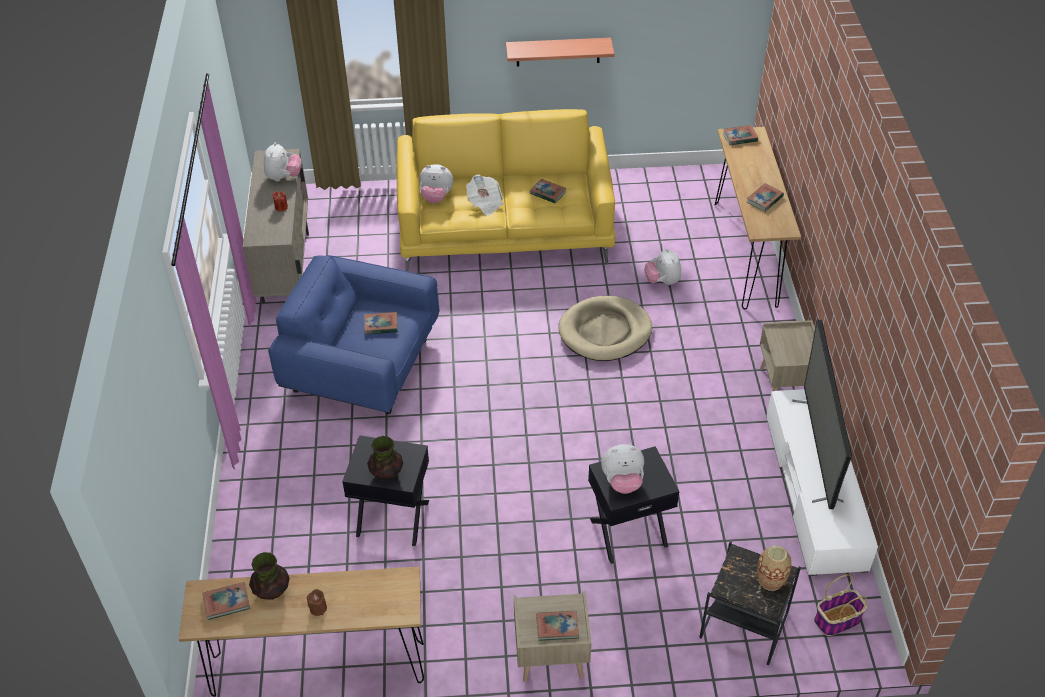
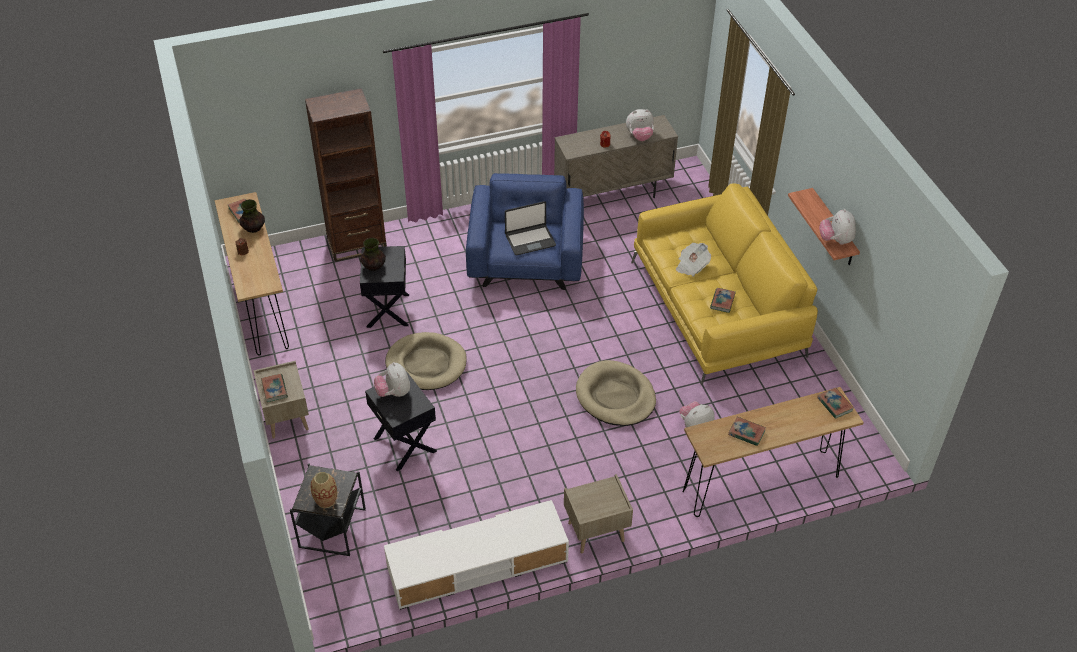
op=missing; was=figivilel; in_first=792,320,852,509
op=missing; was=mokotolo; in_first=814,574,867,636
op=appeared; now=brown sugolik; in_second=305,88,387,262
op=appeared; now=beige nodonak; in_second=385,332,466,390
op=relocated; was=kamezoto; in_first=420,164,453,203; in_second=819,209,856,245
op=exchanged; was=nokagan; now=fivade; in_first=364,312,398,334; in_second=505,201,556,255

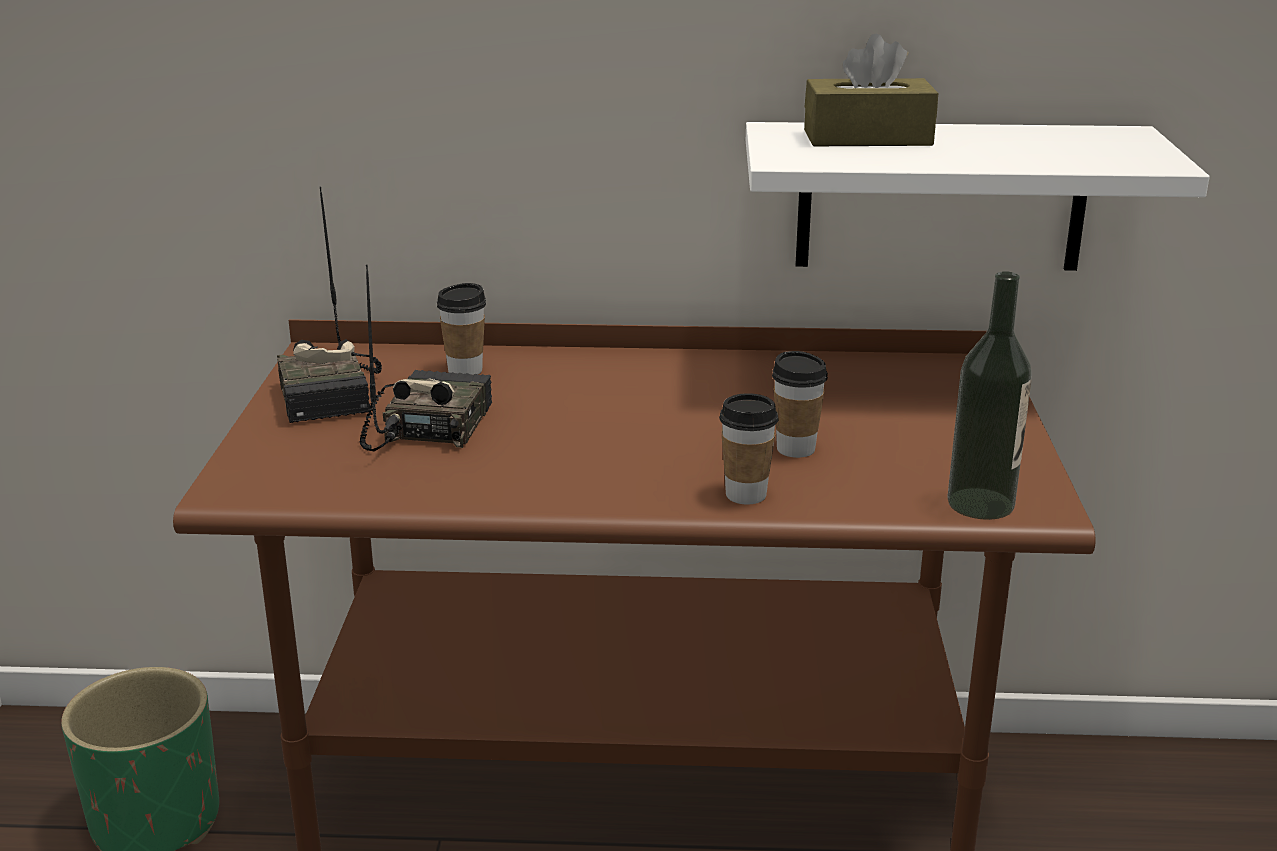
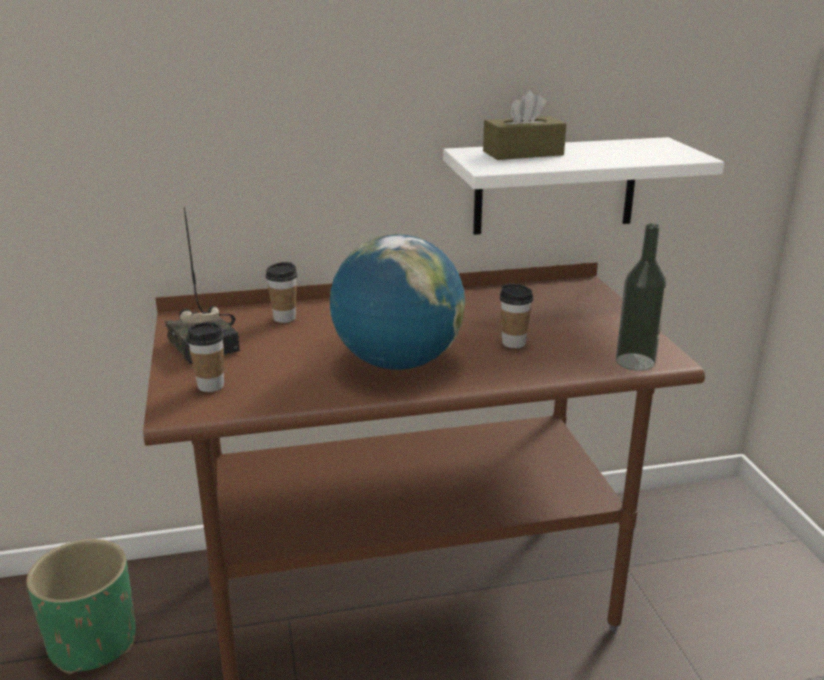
op=missing; was=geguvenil; in_first=360,264,492,451
op=appeared; now=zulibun; in_second=330,234,465,370
op=relocated; was=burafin; in_first=719,393,778,505; in_second=186,322,224,392

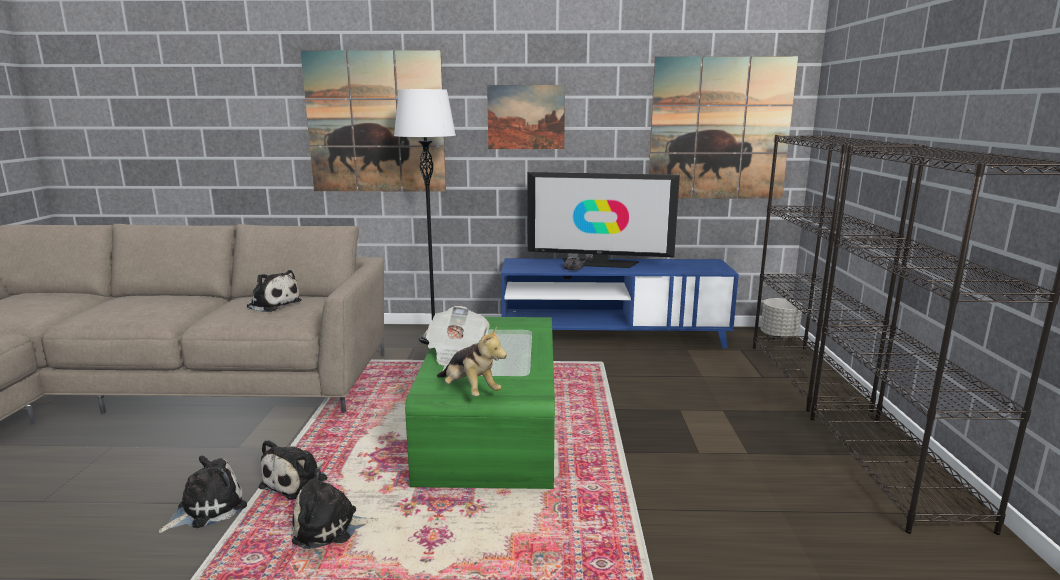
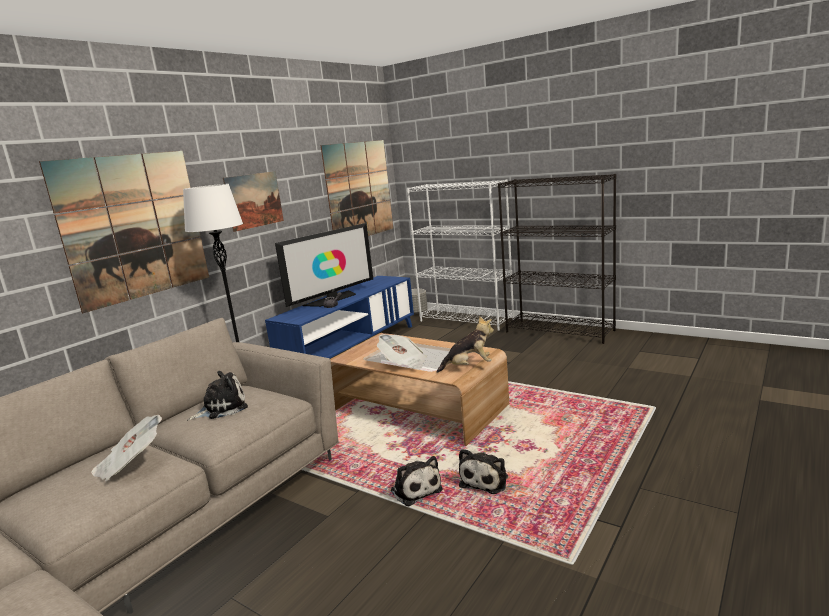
op=missing; was=kamezoto; in_first=159,456,247,533
op=appeared; now=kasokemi; in_second=91,415,162,481
op=colour; was=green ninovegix; now=brown ninovegix; in_first=405,317,555,489; in_second=330,333,509,446
op=colour; was=black sugolik; now=white sugolik; in_first=753,135,919,412; in_second=407,180,514,331

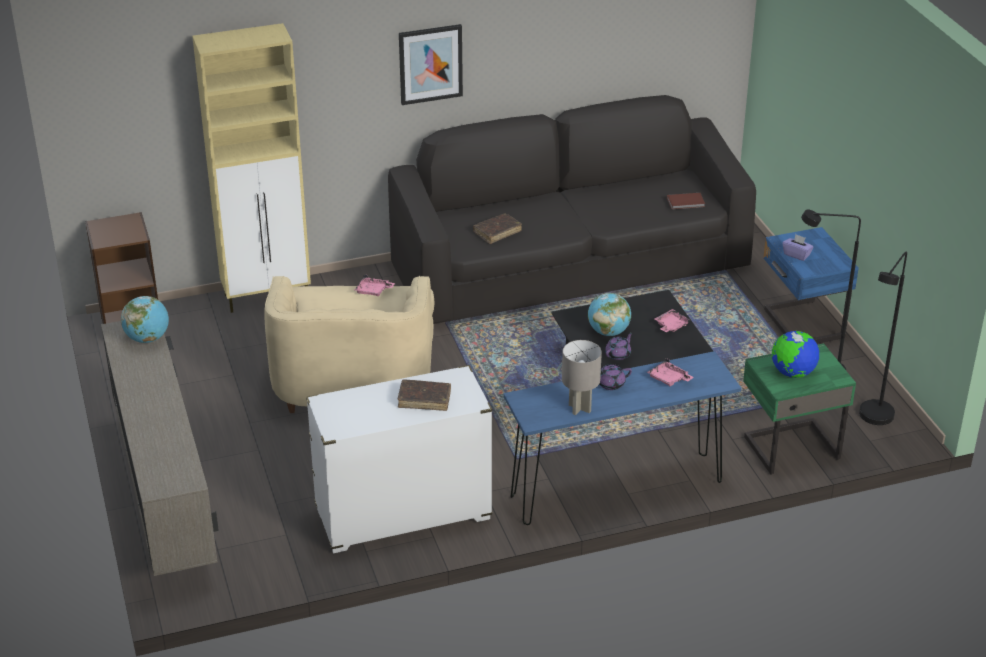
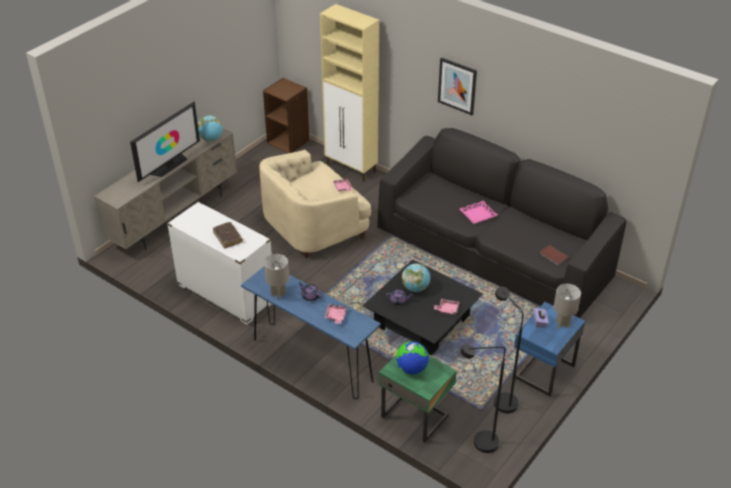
op=missing; was=brown nokagan; in_first=473,213,522,244
op=appeared; now=figivilel; in_second=130,102,200,182
op=appeared; now=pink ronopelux; in_second=460,200,498,224
op=appeared; now=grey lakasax; in_second=554,284,581,329

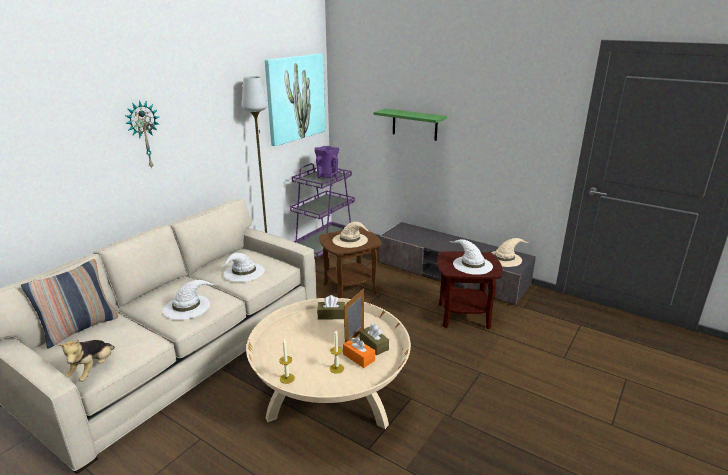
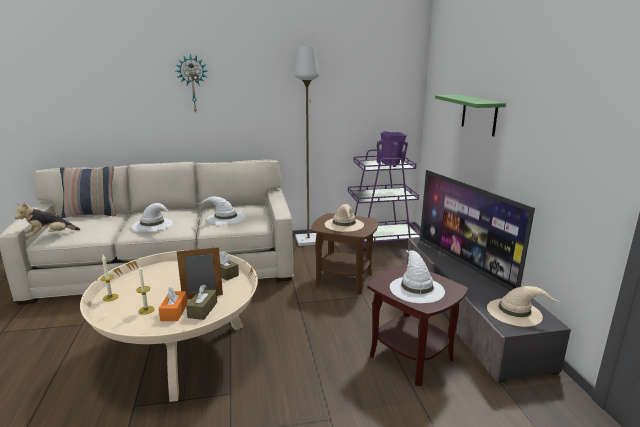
op=missing; was=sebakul; in_first=265,54,326,146
op=appeared; now=figivilel; in_second=420,170,535,291

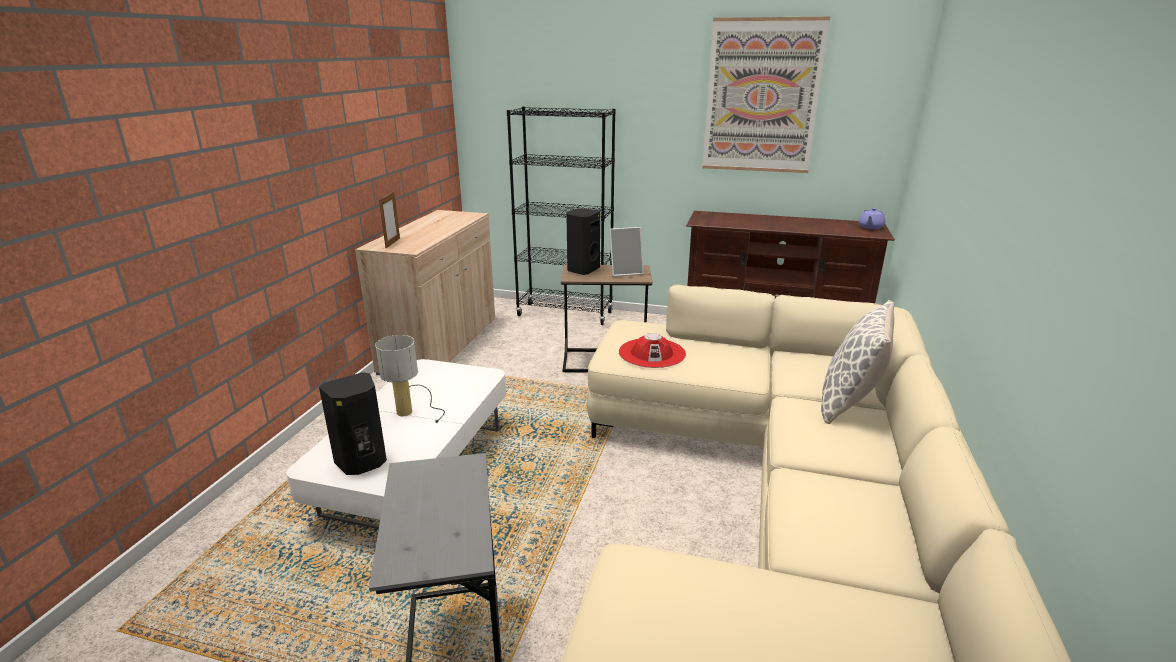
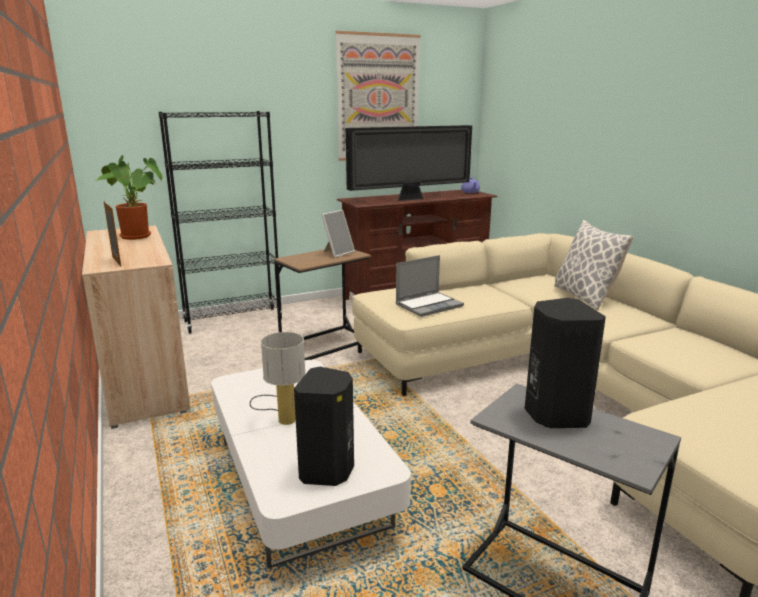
op=appeared; now=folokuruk; in_second=95,156,163,240
op=appeared; now=figivilel; in_second=346,125,472,201
op=relocated; was=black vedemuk; in_first=566,209,600,275; in_second=525,298,606,428
op=exchanged; was=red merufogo; now=fivade; in_first=619,333,686,368; in_second=396,255,464,317

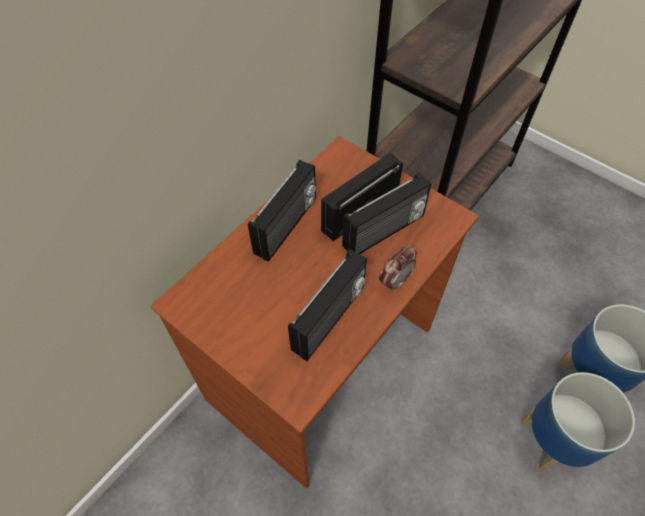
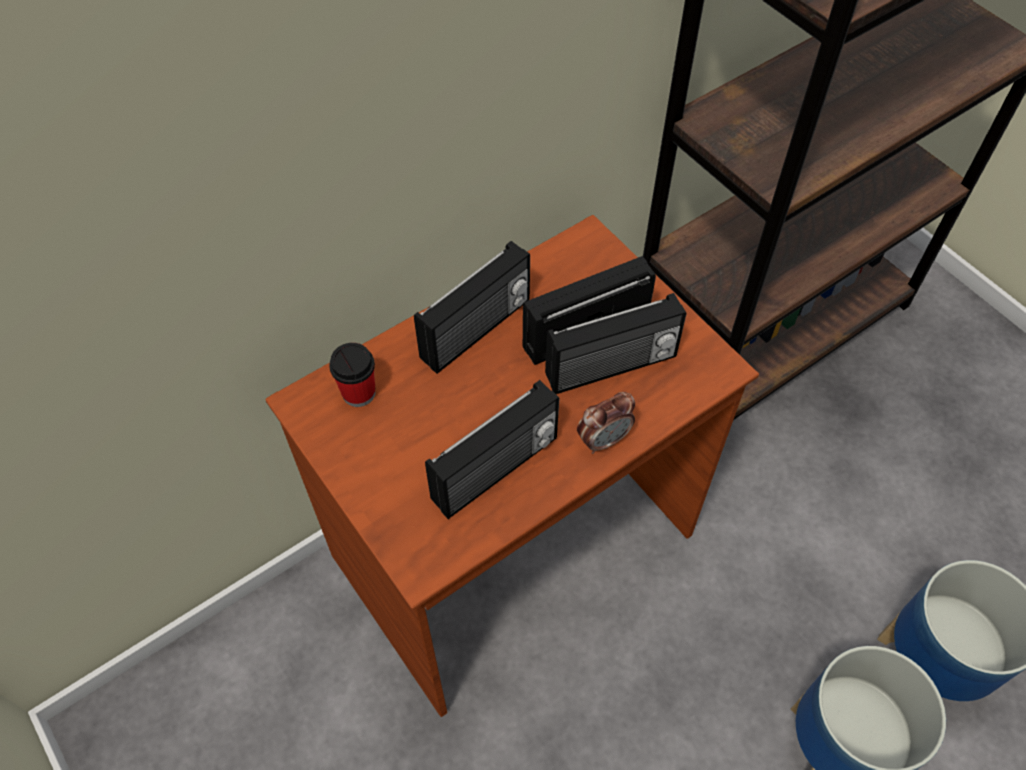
op=appeared; now=burafin; in_second=329,343,375,407

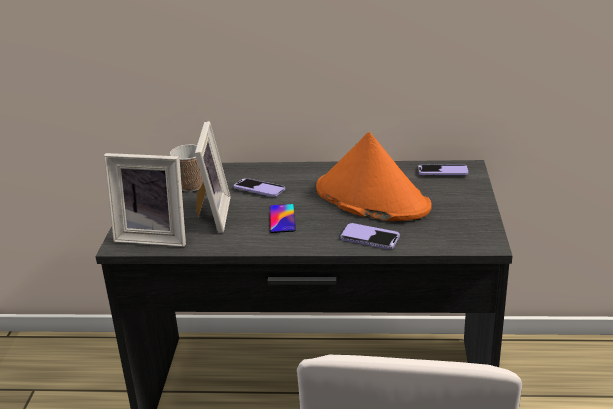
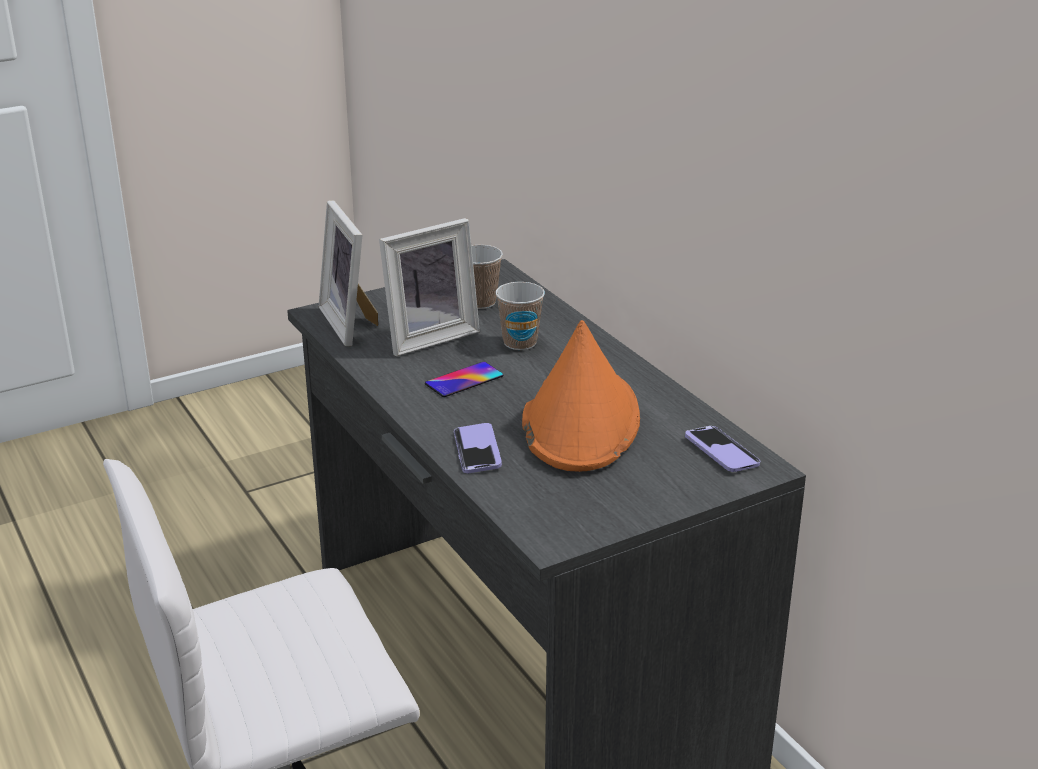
op=exchanged; was=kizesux; now=burafin; in_first=234,178,285,197; in_second=495,282,545,350

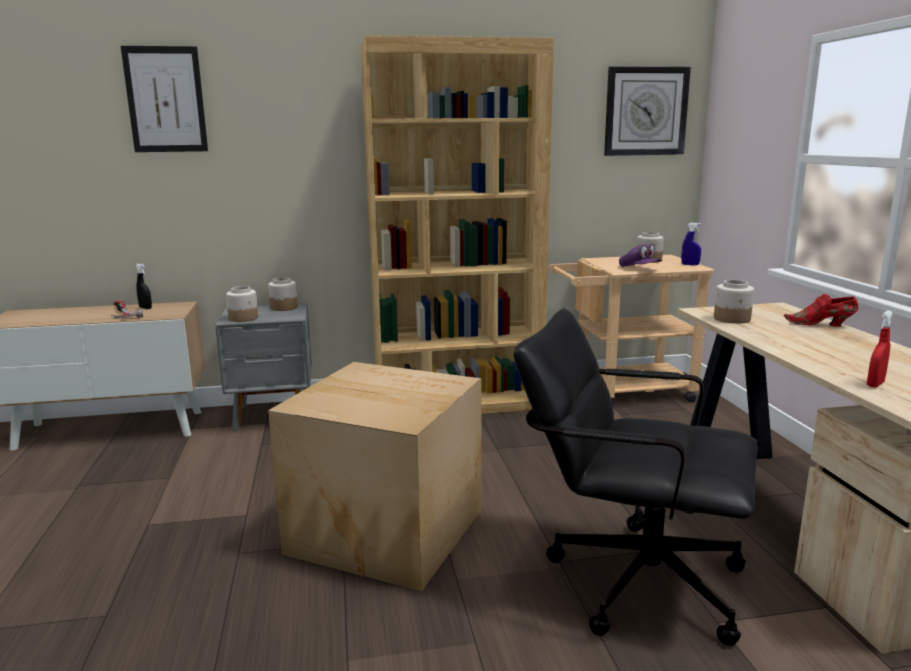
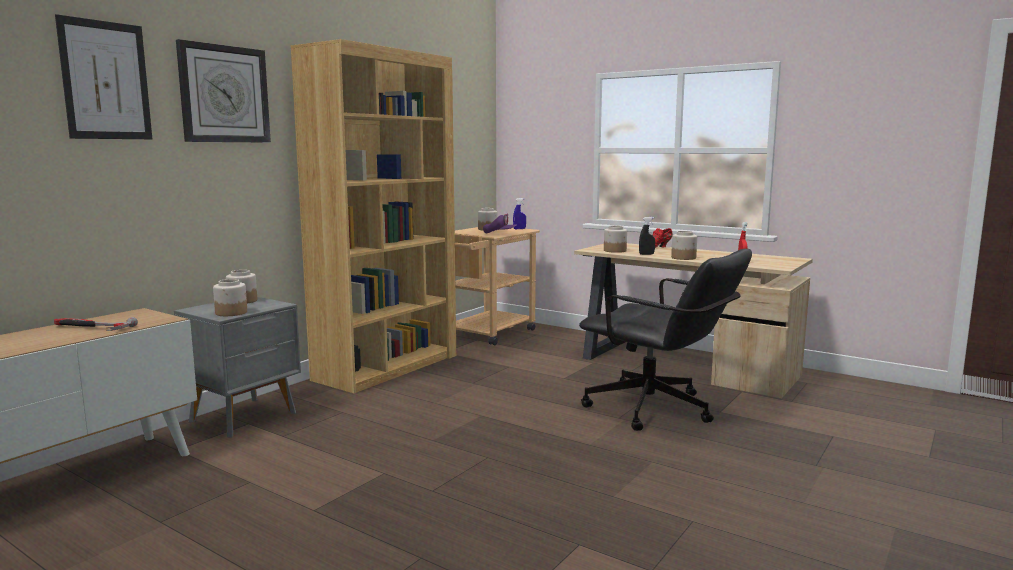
op=missing; was=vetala; in_first=268,362,481,591
op=appeared; now=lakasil; in_second=671,231,697,260
op=relocated; was=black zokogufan; in_first=136,264,152,309; in_second=639,217,655,255
op=relocated; was=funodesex; in_first=604,66,691,156; in_second=176,39,271,143
op=spun; was=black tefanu; in_first=514,308,758,646; in_second=579,249,752,431; clockwise=-120

